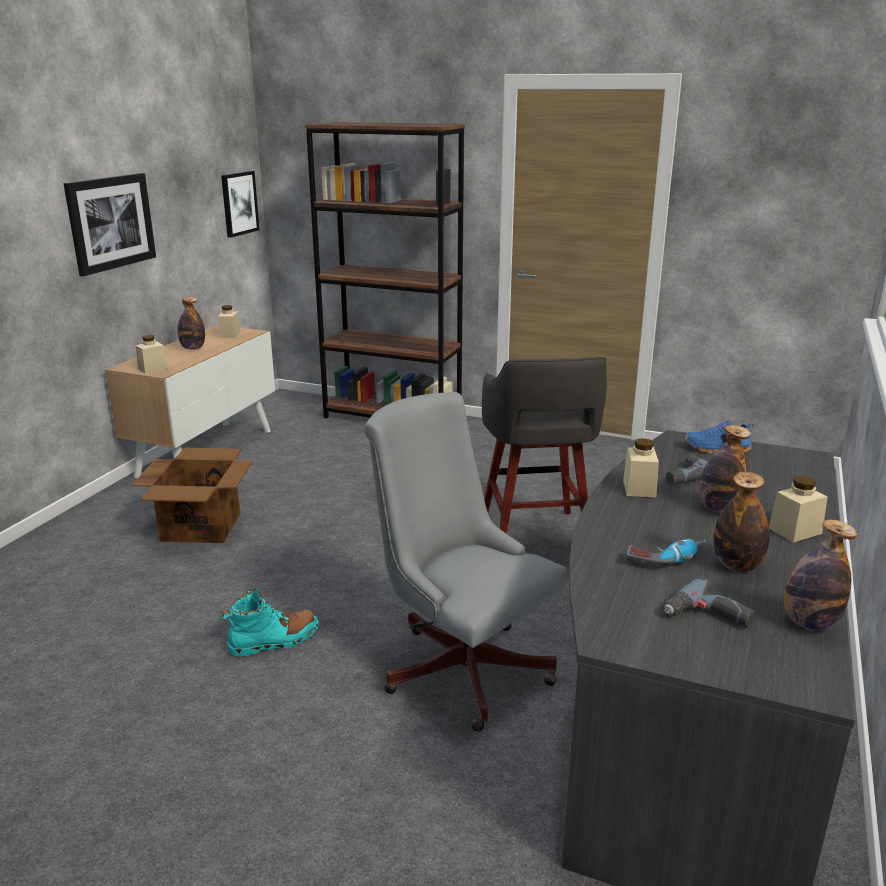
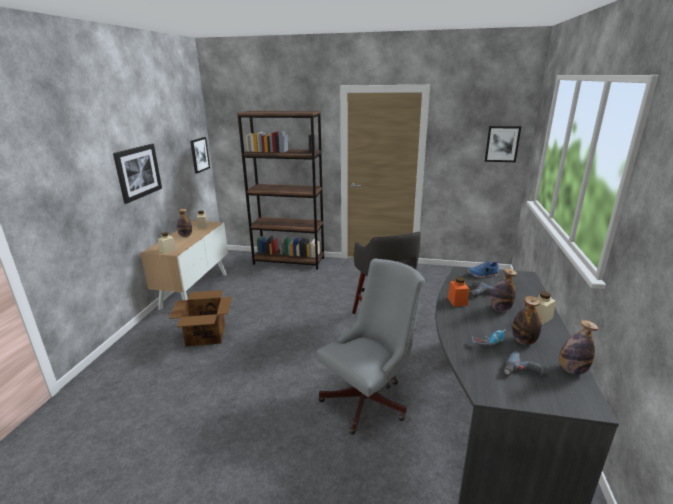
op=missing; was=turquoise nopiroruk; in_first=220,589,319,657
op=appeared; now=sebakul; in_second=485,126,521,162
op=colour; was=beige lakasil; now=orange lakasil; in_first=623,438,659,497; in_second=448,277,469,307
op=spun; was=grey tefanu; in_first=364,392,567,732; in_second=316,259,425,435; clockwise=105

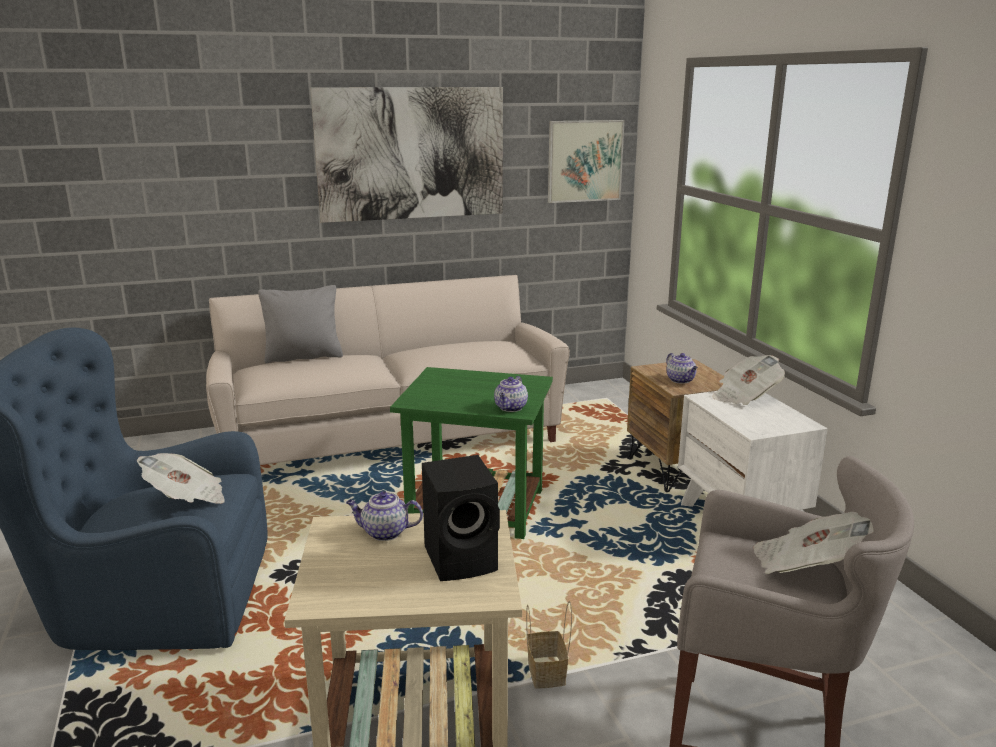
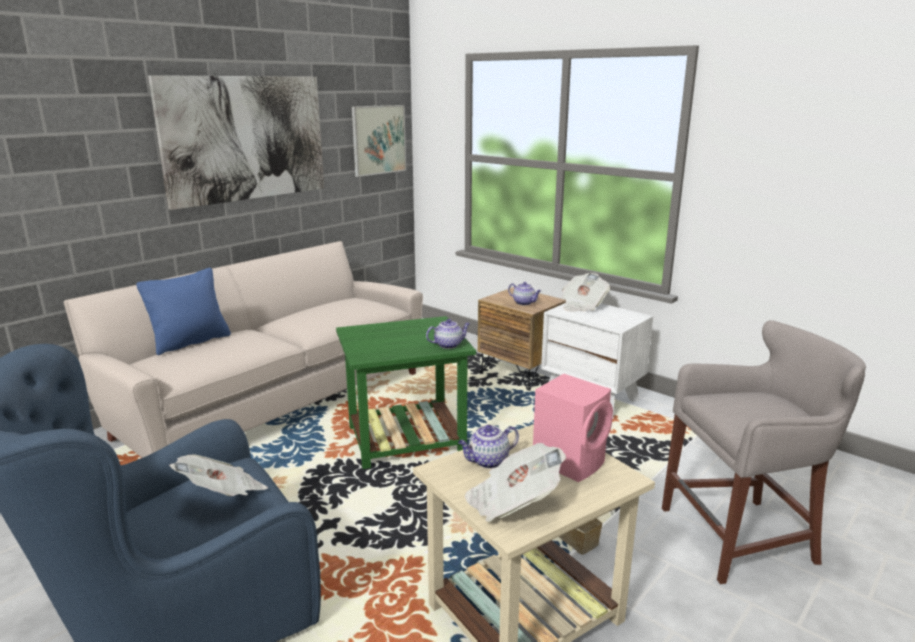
op=relocated; was=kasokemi; in_first=753,512,874,574; in_second=464,443,566,522
op=colour; was=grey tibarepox; now=blue tibarepox; in_first=258,285,343,364; in_second=136,268,231,355
op=colour; was=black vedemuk; now=pink vedemuk; in_first=422,455,500,581; in_second=533,374,613,482
op=spun; was=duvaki; in_first=494,376,528,412; in_second=426,319,470,349; clockwise=-105

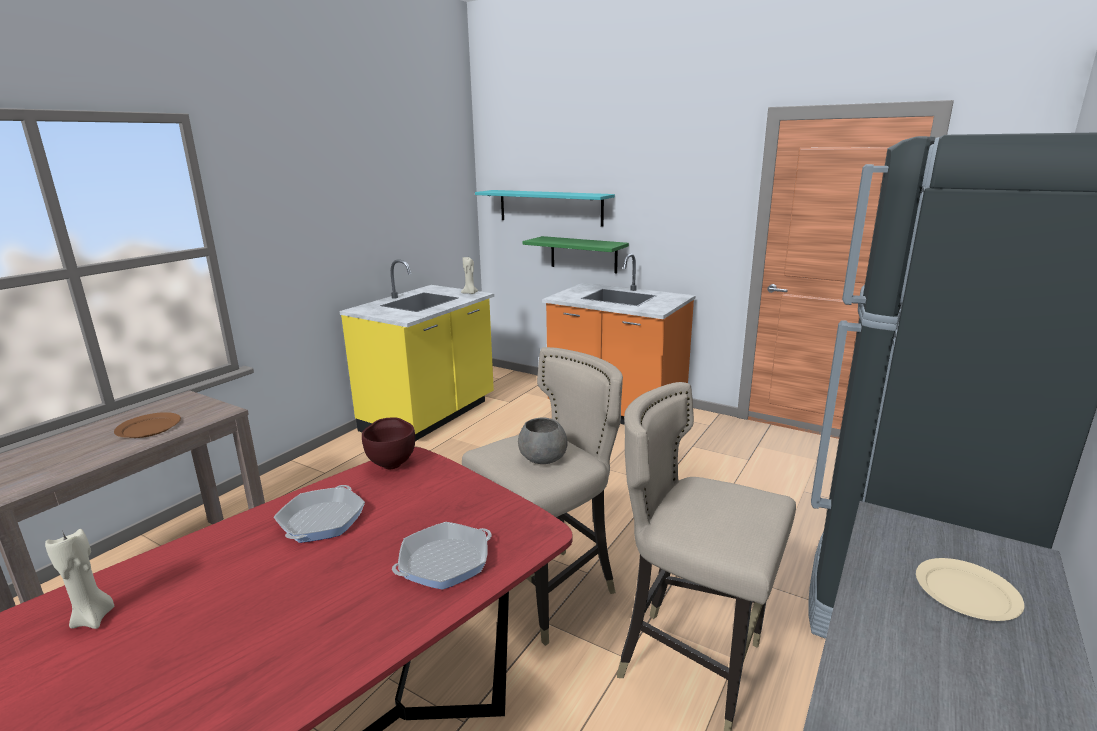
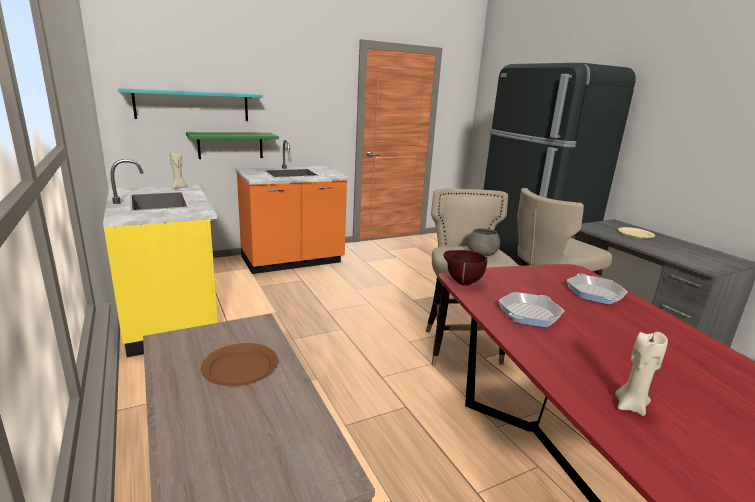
op=spun; was=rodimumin; in_first=274,485,365,543; in_second=499,292,564,328; clockwise=-90

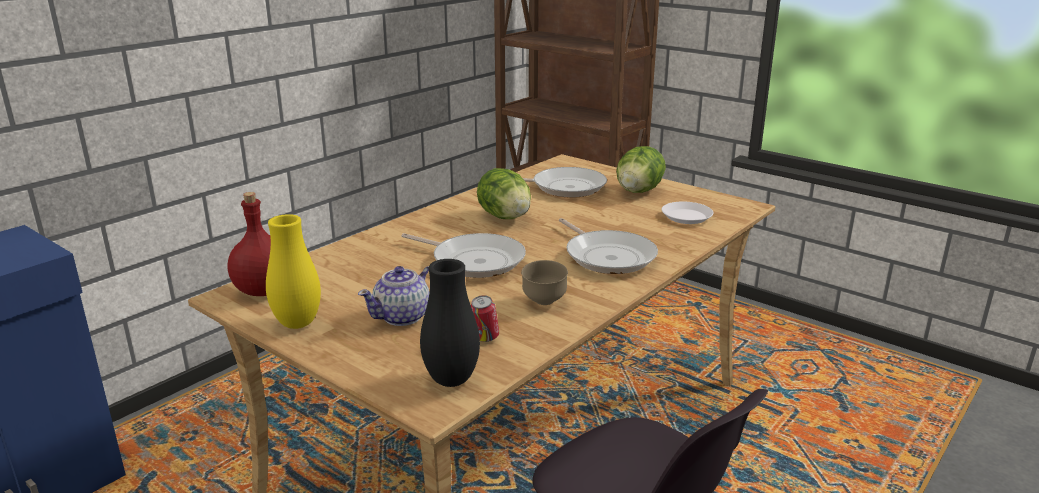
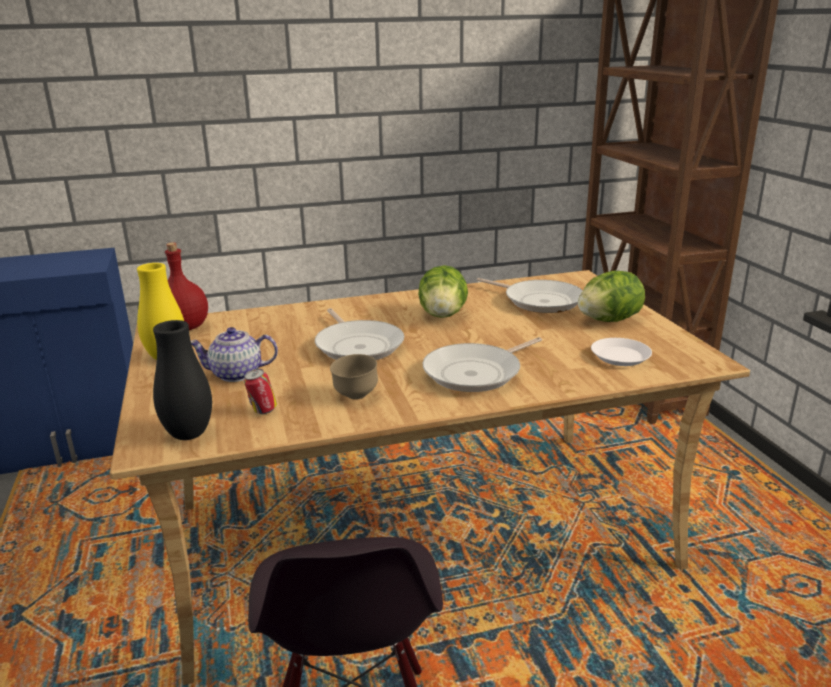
op=spun; was=rodimumin; in_first=559,218,658,274; in_second=423,337,542,392; clockwise=45

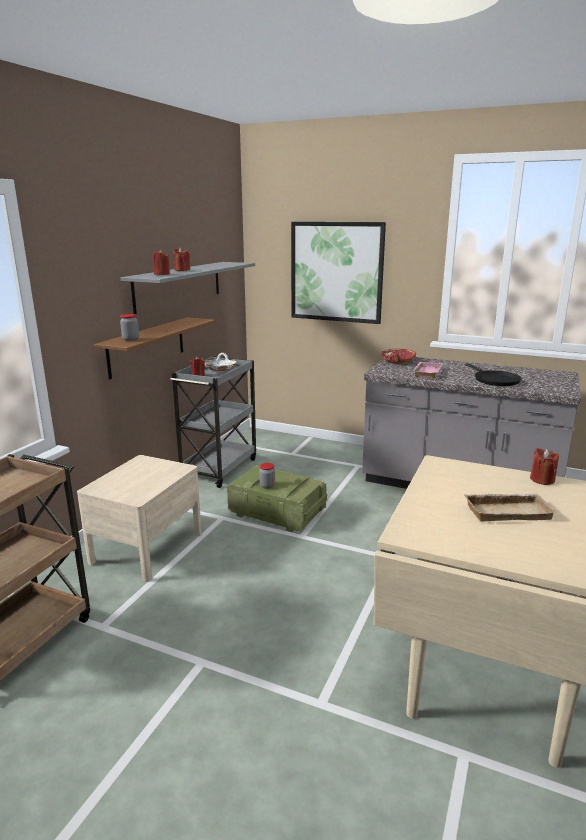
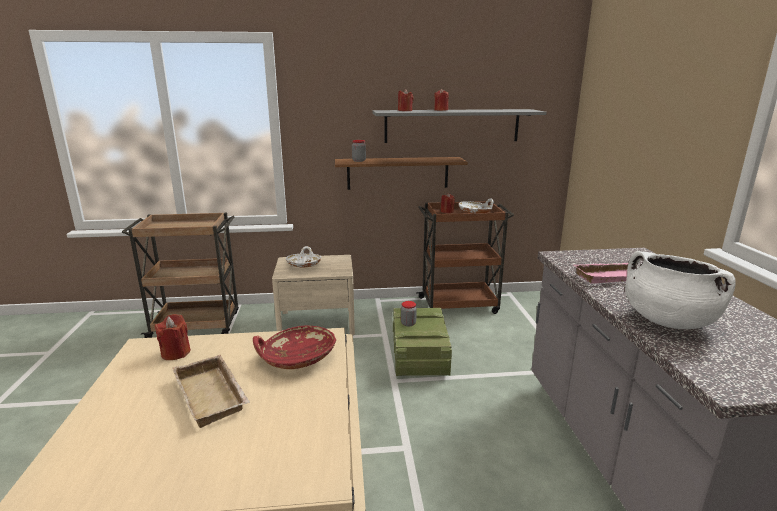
op=missing; was=sebakul; in_first=291,222,386,324
op=appeared; now=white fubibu; in_second=286,246,321,267
op=relocated; was=red fubibu; in_first=381,349,416,364; in_second=253,326,336,369
op=relocated; was=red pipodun; in_first=530,448,559,485; in_second=155,314,191,360
op=exchanged; was=black rodimumin; now=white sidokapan; in_first=465,363,522,386; in_second=625,251,736,329
op=colour; was=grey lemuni; now=brown lemuni; in_first=170,356,256,488; in_second=416,201,514,314

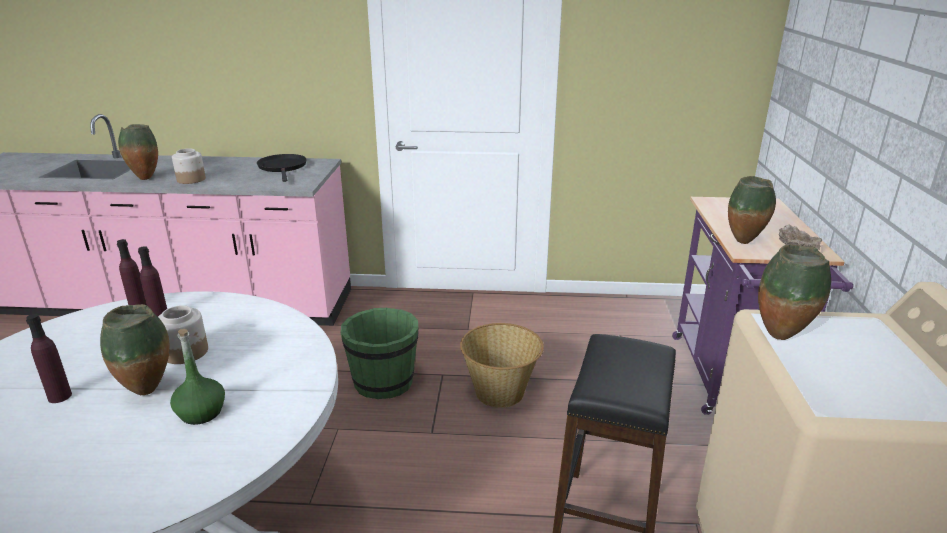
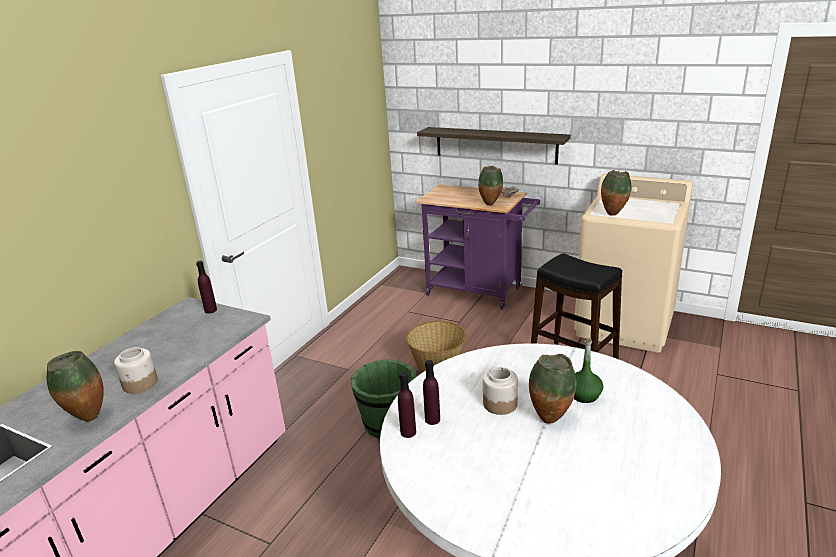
op=missing; was=black rodimumin; in_first=257,154,307,182
op=appeared; now=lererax; in_second=417,127,571,164
op=relocated; was=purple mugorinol; in_first=26,314,72,403; in_second=196,261,217,314

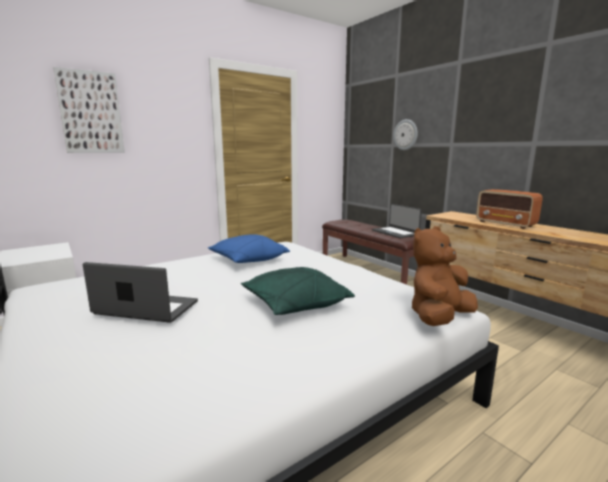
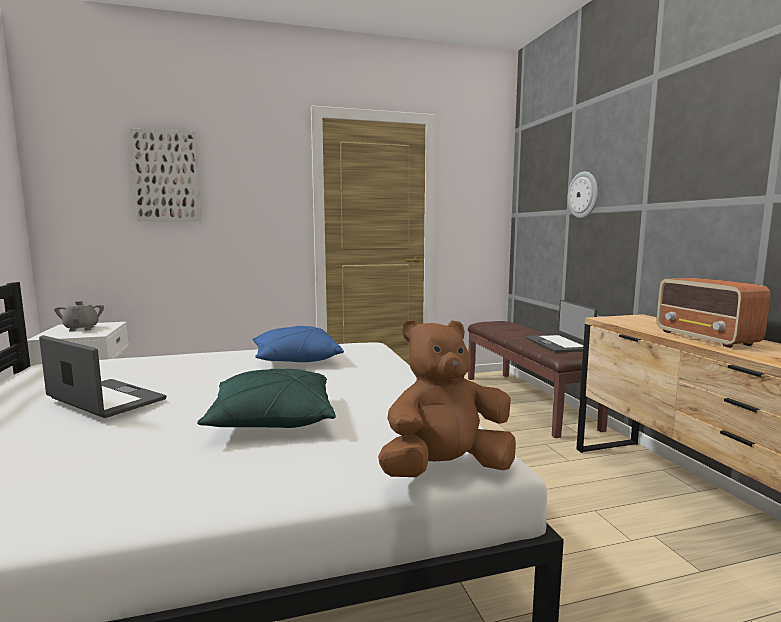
op=appeared; now=grey duvaki; in_second=54,301,104,331

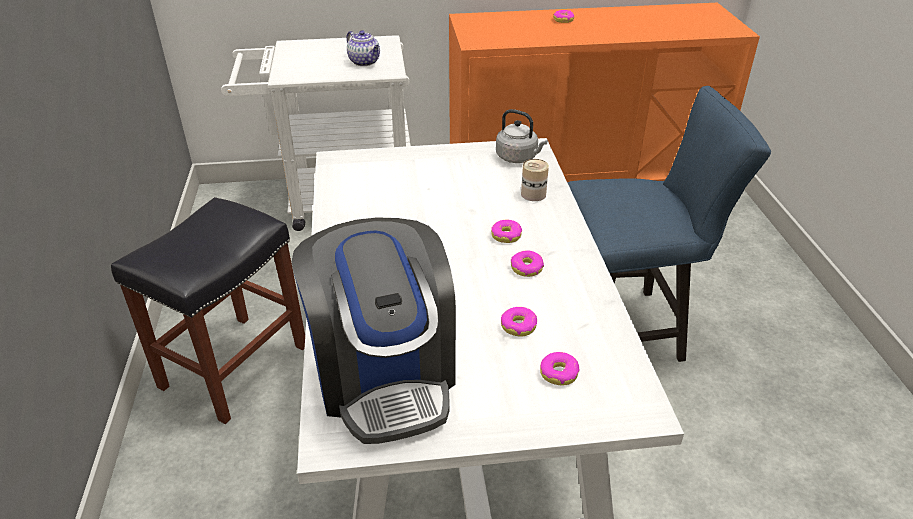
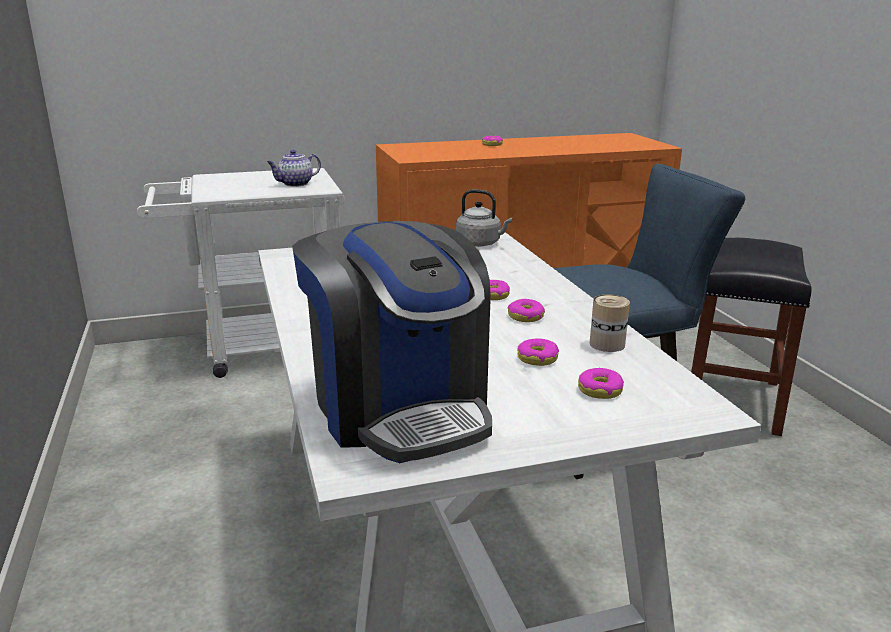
op=relocated; was=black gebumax; in_first=111,197,305,424; in_second=691,238,812,436
op=relocated; was=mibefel; in_first=521,159,549,201; in_second=590,295,630,352
op=spun; was=duvaki; in_first=347,30,380,66; in_second=267,150,321,187; clockwise=105

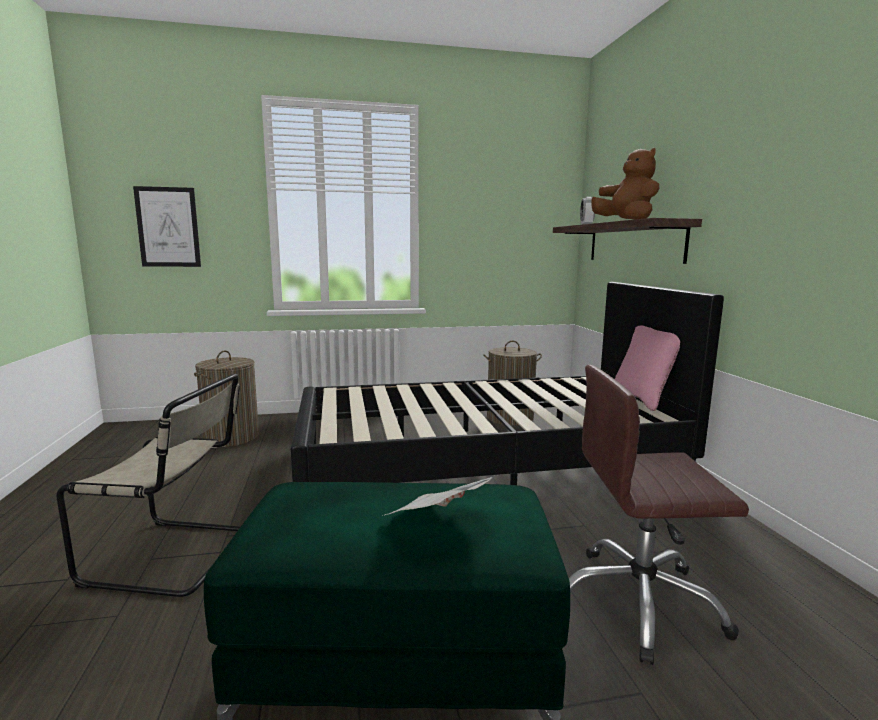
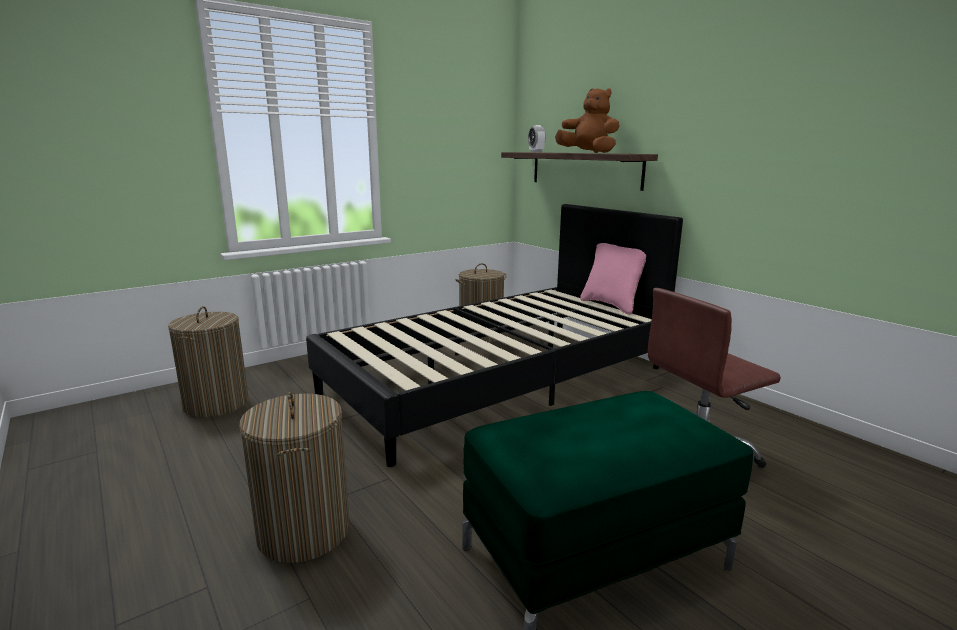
op=missing; was=sebakul; in_first=133,186,201,267
op=missing; was=kasokemi; in_first=382,474,501,516
op=exchanged; was=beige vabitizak; now=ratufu; in_first=57,374,241,597; in_second=239,392,350,563

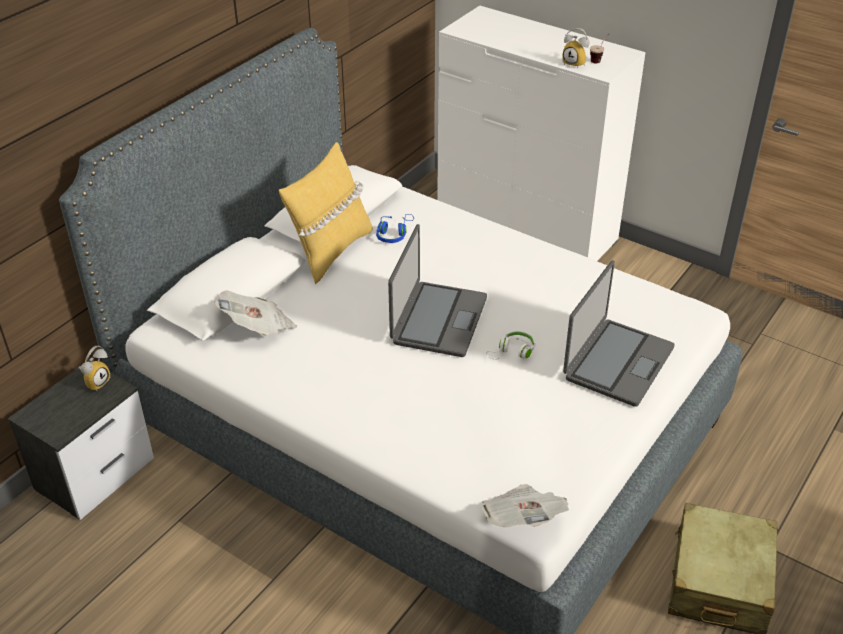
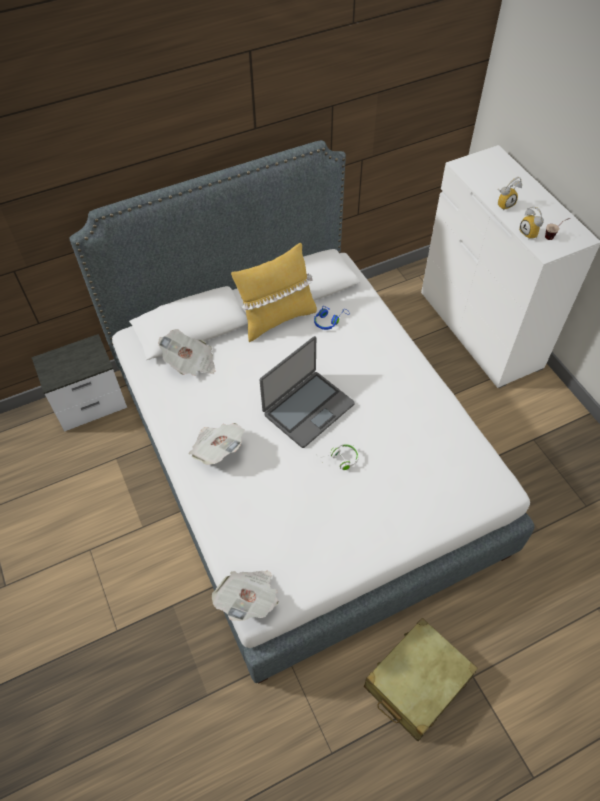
op=missing; was=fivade; in_first=563,261,675,407
op=appeared; now=kasokemi; in_second=189,423,245,465
op=relocated; was=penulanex; in_first=79,346,110,391; in_second=498,177,522,211

